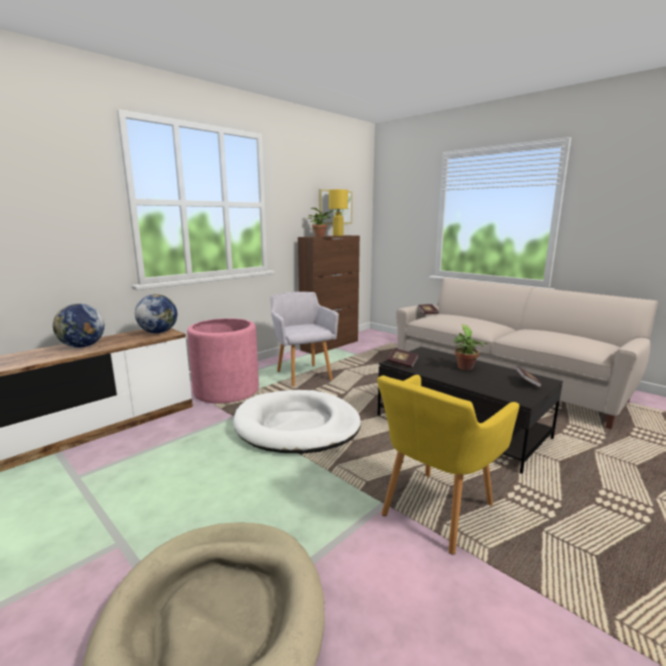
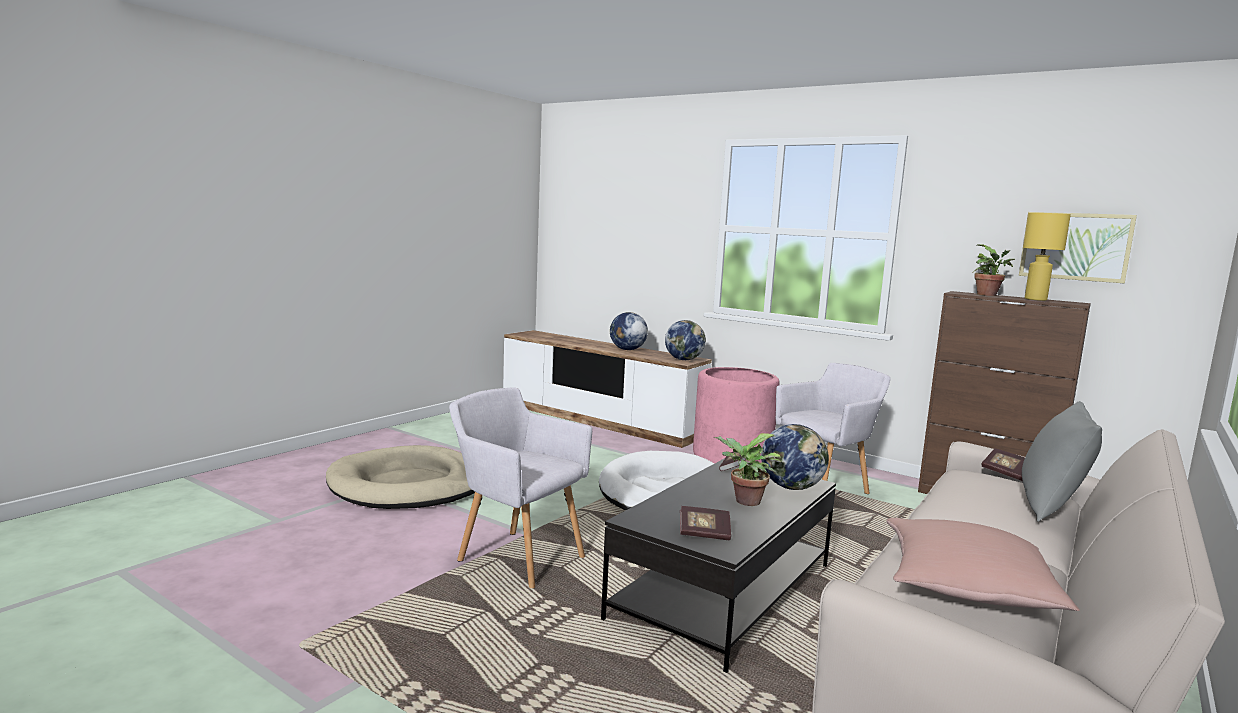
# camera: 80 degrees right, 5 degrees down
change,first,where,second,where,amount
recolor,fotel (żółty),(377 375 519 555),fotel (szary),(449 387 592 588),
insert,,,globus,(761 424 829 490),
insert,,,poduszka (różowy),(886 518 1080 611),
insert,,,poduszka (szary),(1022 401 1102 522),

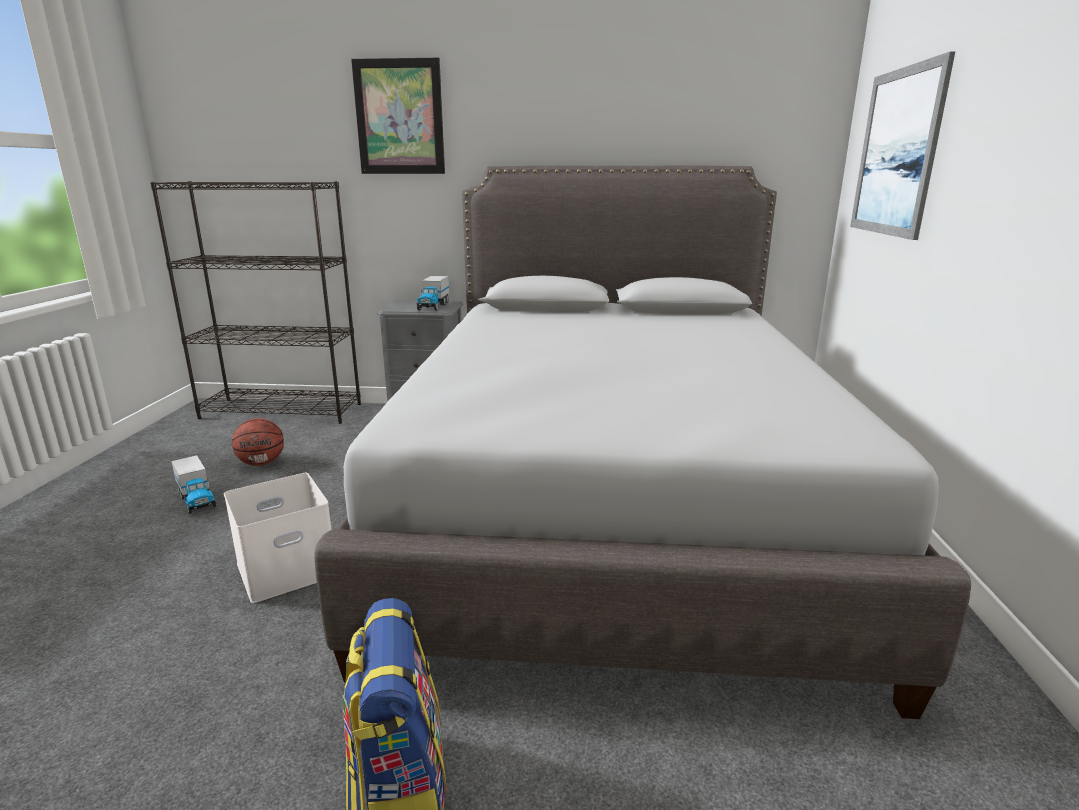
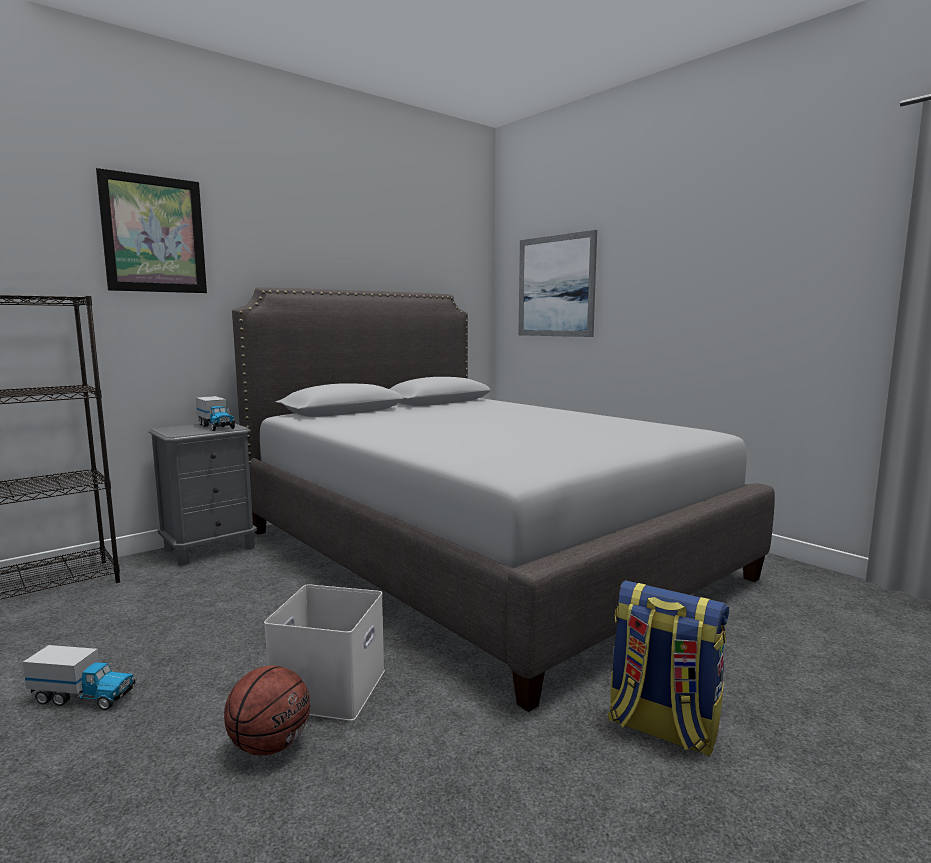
# camera: 45 degrees left, 10 degrees down
change,first,where,second,where,amount
move,piłka do koszykówki,(232 418 284 466),,(224 665 310 755),

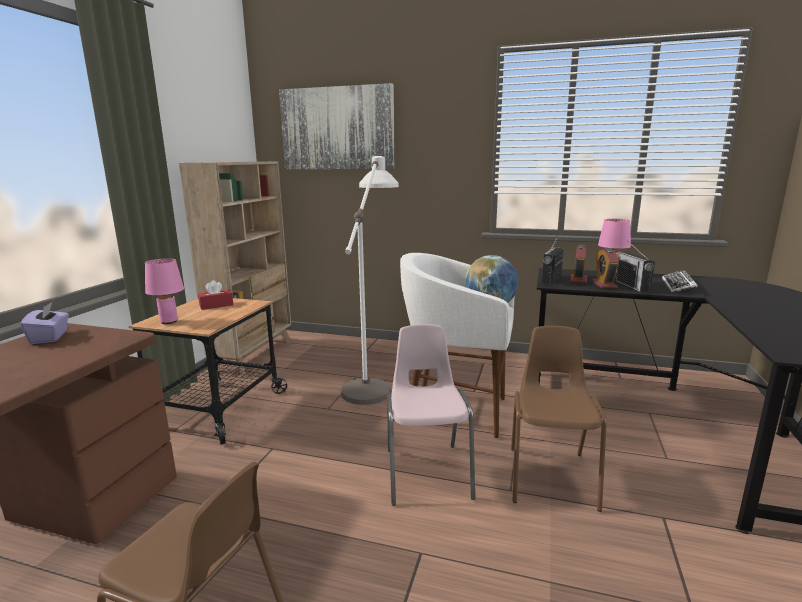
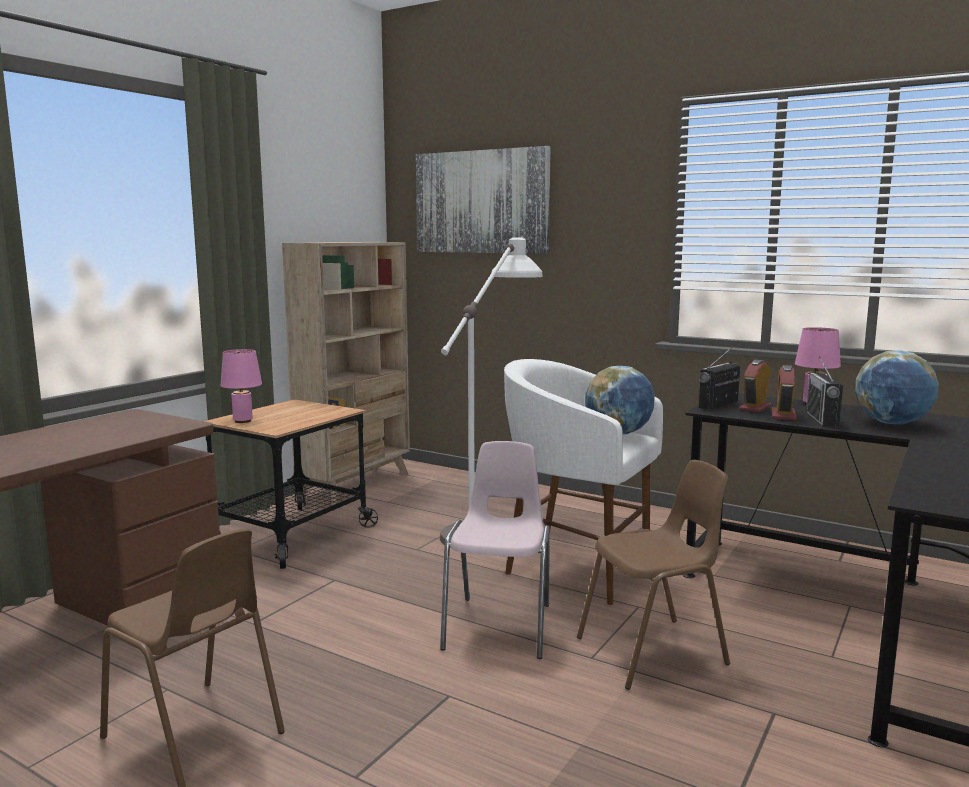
# camera: 15 degrees right, 5 degrees down
change,first,where,second,where,amount
rotate,krzesło (brązowy),(511 326 606 512),,(577 460 730 690),45 degrees clockwise
replace,klawiatura,(662 270 698 293),globus,(855 350 939 425),
delete,pudełko chusteczek (fioletowy),(21 302 69 344),,,
delete,pudełko chusteczek (czerwony),(198 280 233 310),,,

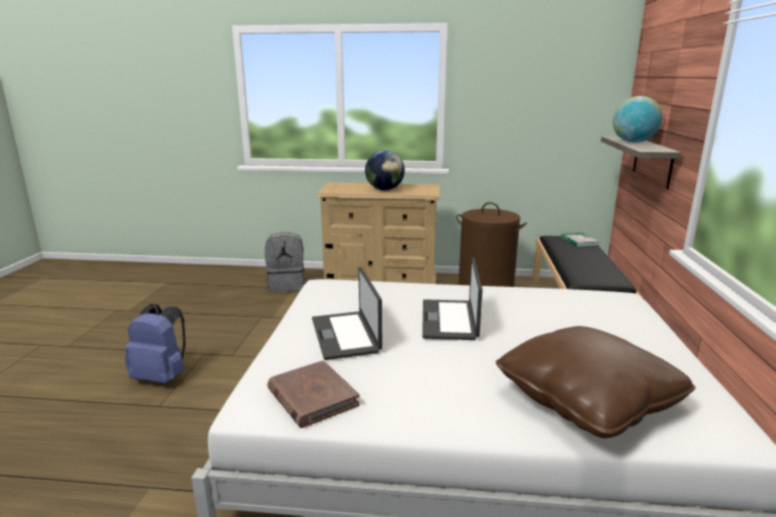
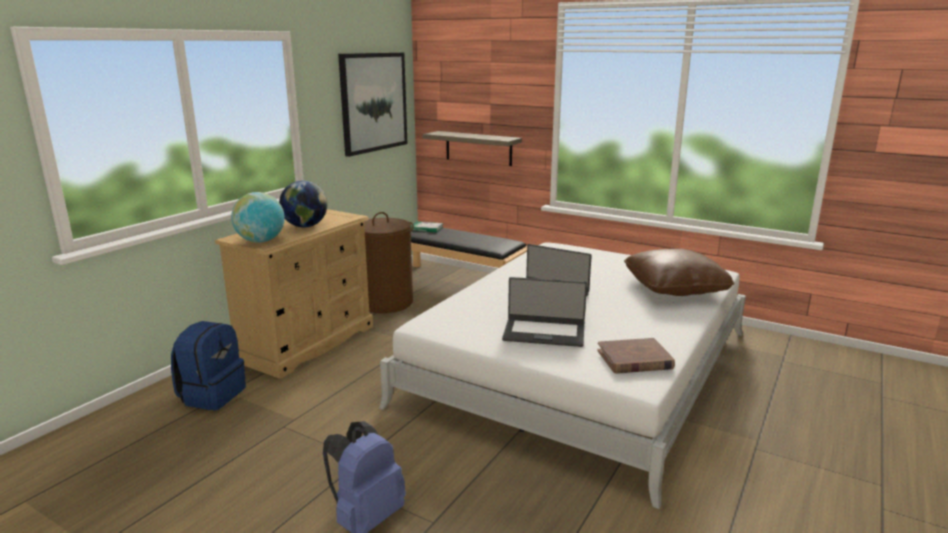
# camera: 65 degrees left, 0 degrees up
change,first,where,second,where,amount
recolor,plecak (szary),(265 232 305 292),plecak (niebieski),(171 321 246 410),
move,globus,(613 96 663 143),,(231 192 285 243),
insert,,,obraz,(338 53 407 157),

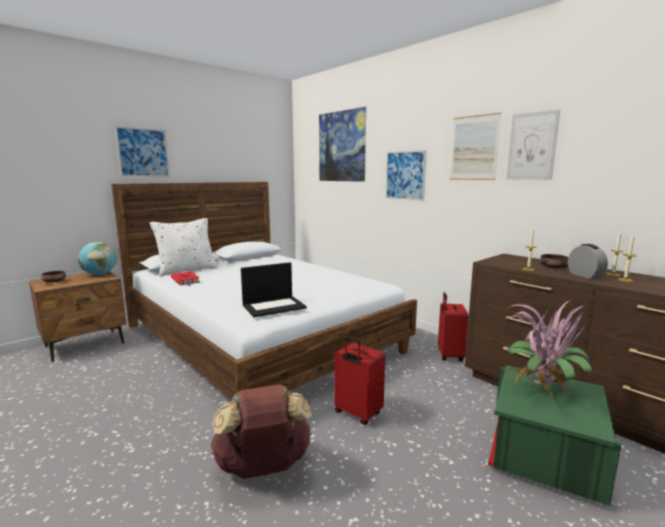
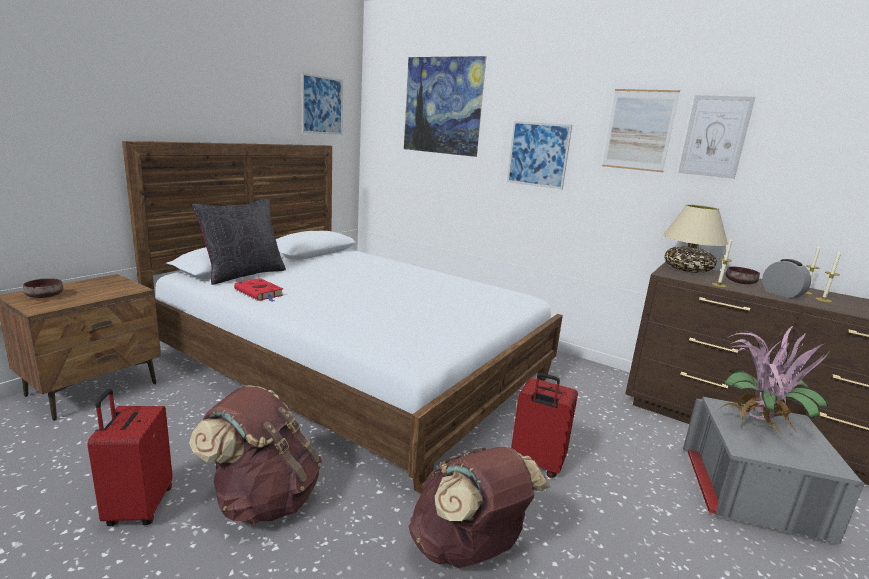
# camera: 15 degrees left, 5 degrees up
change,first,where,second,where,amount
move,walizka (czerwony),(438 292 469 361),,(88 389 173 526),
insert,,,plecak (brązowy),(189 385 322 525),
recolor,poduszka (biały),(150 218 218 276),poduszka (czarny),(192 199 286 285),
move,obraz,(115 126 170 177),,(301 73 343 135),
insert,,,lampa stołowa (beżowy),(663 204 728 273),
recolor,pojemnik do przechowywania (zielony),(488 365 621 506),pojemnik do przechowywania (szary),(683 397 865 543),
delete,globus,(78 242 117 275),,,
delete,laptop,(241 262 307 317),,,

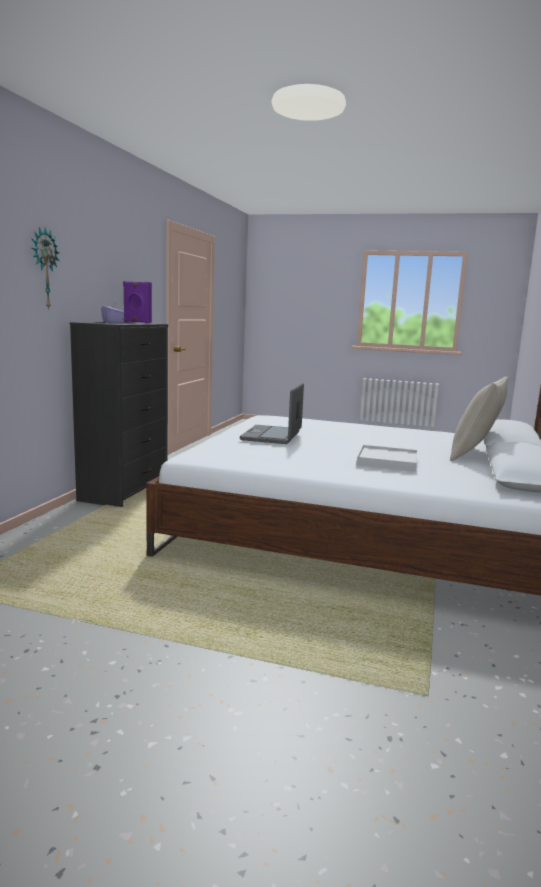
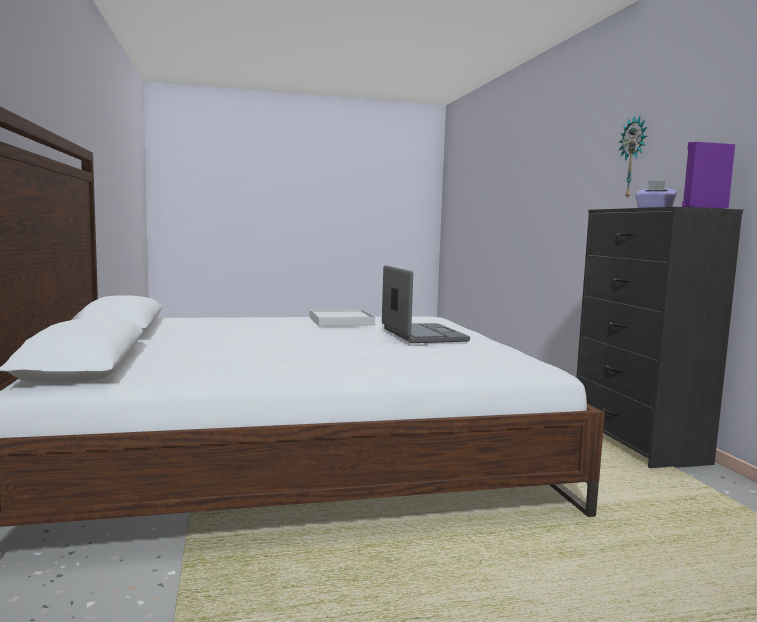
# camera: 150 degrees right, 5 degrees down
change,first,where,second,where,amount
move,taca (biały),(356 445 418 472),,(310 309 375 326),
delete,poduszka (beżowy),(450 376 508 461),,,

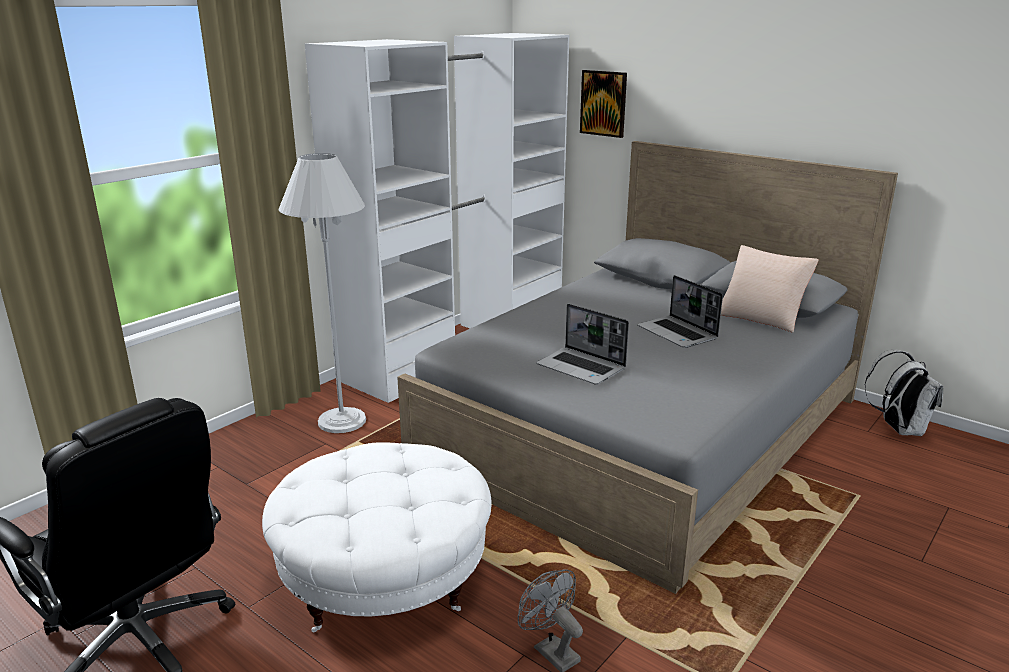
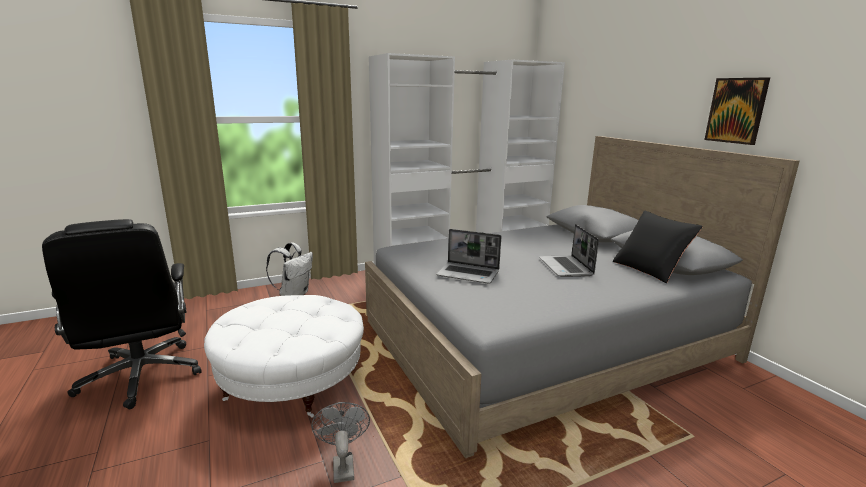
# camera: 25 degrees right, 5 degrees down
change,first,where,second,where,amount
move,plecak (biały),(865 349 943 436),,(266 242 313 296),
rotate,laptop,(536 304 629 385),,(436 229 501 283),45 degrees counterclockwise
recolor,poduszka (beżowy),(721 245 819 333),poduszka (czarny),(613 211 703 283),
move,obraz,(580 70 627 138),,(704 77 770 145),
delete,lampa stojąca (biały),(279 153 366 433),,,

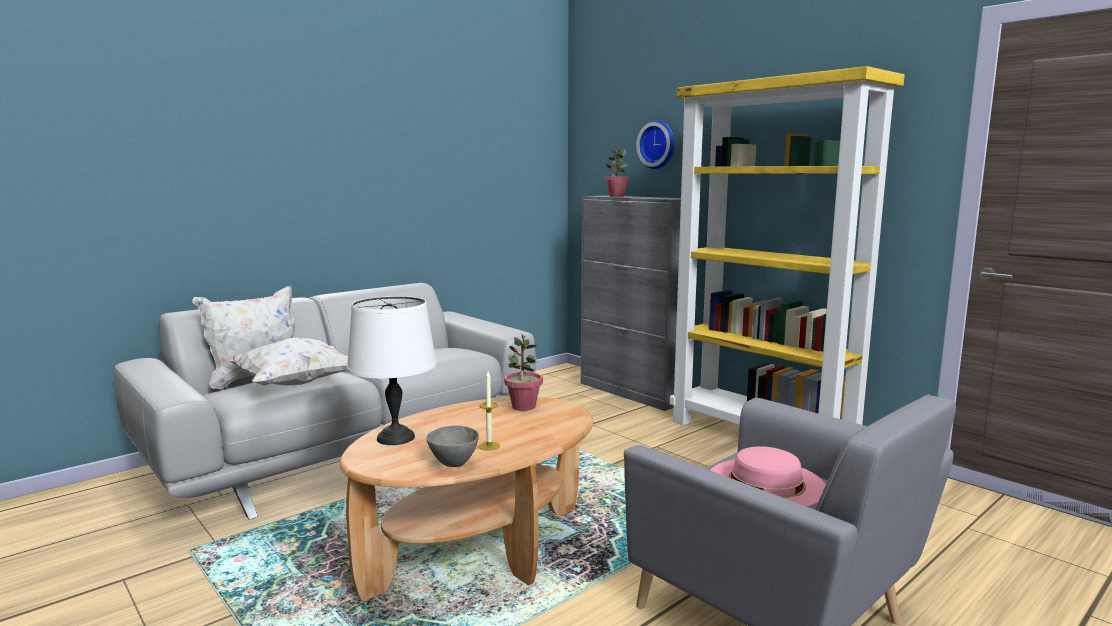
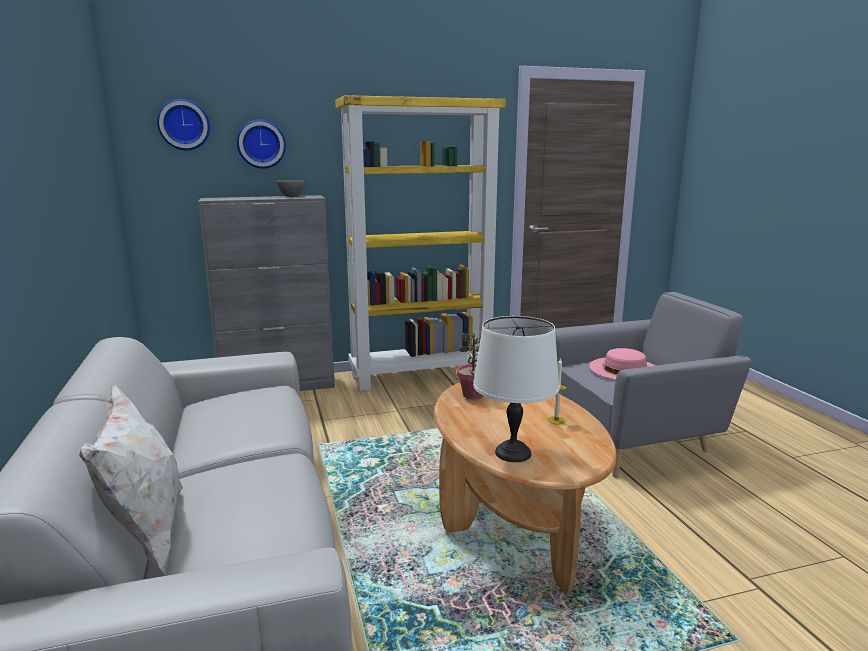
# camera: 65 degrees left, 5 degrees up
change,first,where,second,where,amount
insert,,,zegar ścienny,(157 99 210 150),
move,miska (szary),(426 426 479 467),,(276 180 305 197),
delete,poduszka (biały),(227 338 348 385),,,
delete,roślina doniczkowa,(605 148 629 197),,,

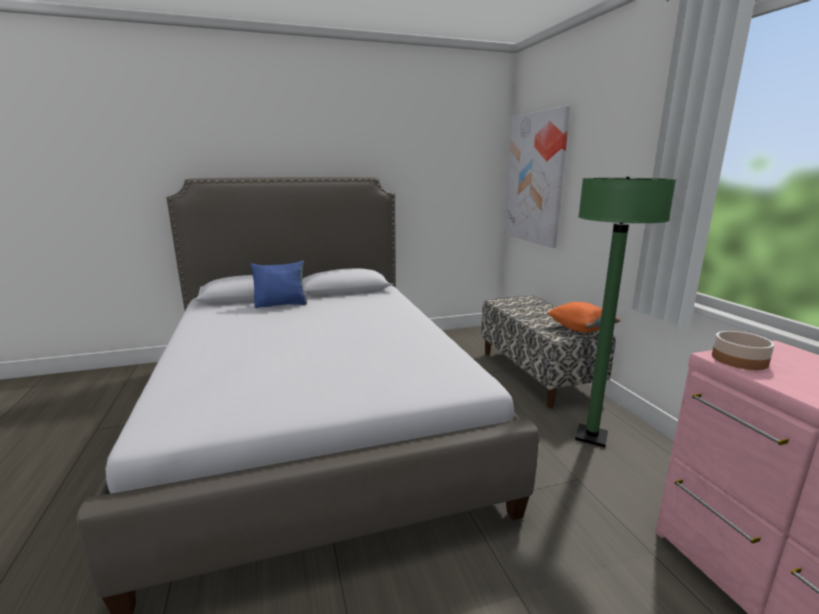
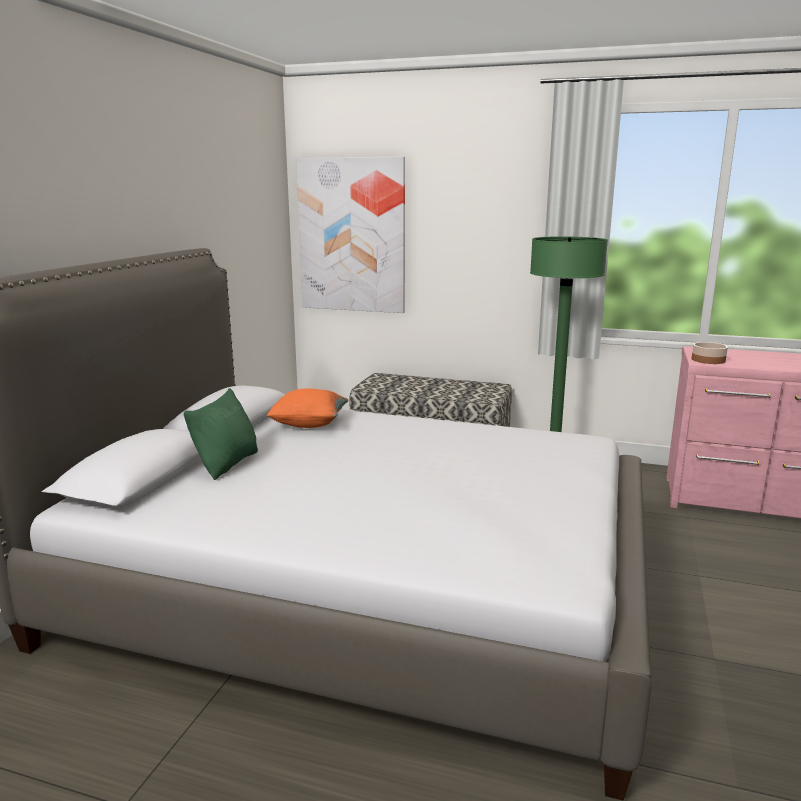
# camera: 55 degrees left, 0 degrees up
change,first,where,second,where,amount
recolor,poduszka (niebieski),(250 260 307 308),poduszka (zielony),(184 388 258 480),
move,poduszka (pomarańczowy),(547 302 621 333),,(266 388 349 428),

